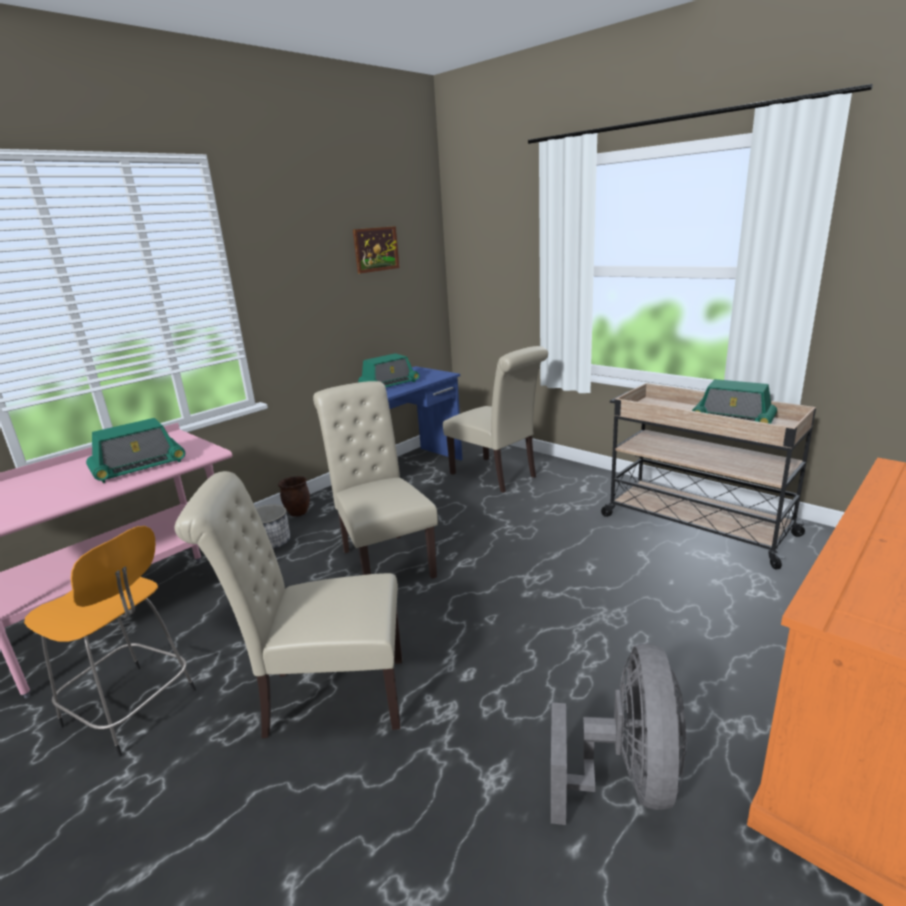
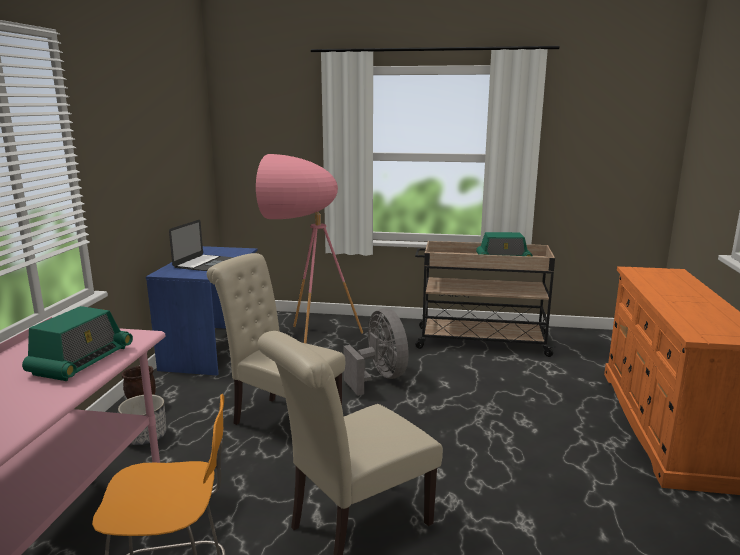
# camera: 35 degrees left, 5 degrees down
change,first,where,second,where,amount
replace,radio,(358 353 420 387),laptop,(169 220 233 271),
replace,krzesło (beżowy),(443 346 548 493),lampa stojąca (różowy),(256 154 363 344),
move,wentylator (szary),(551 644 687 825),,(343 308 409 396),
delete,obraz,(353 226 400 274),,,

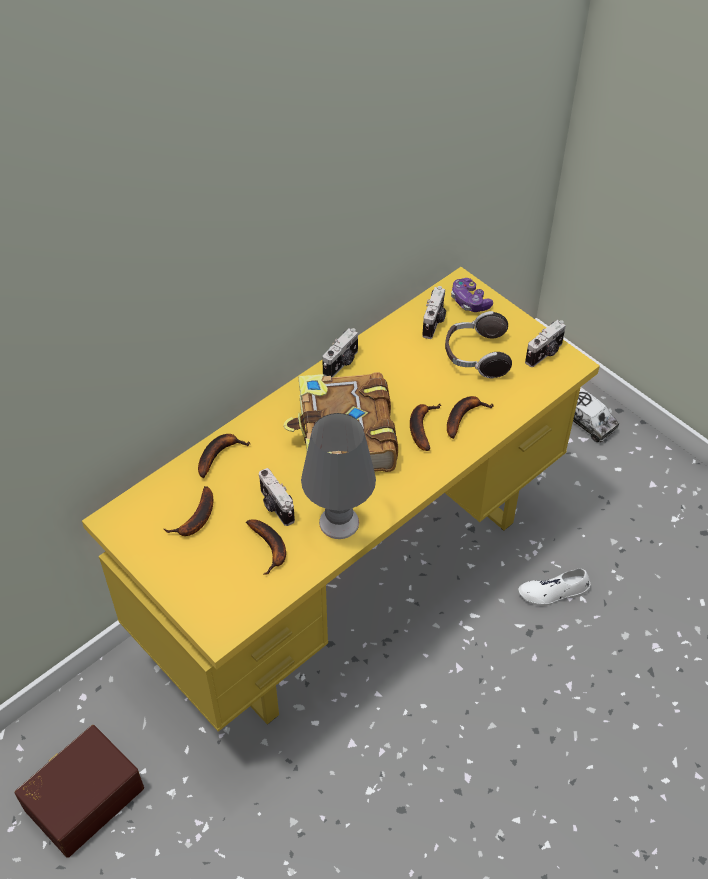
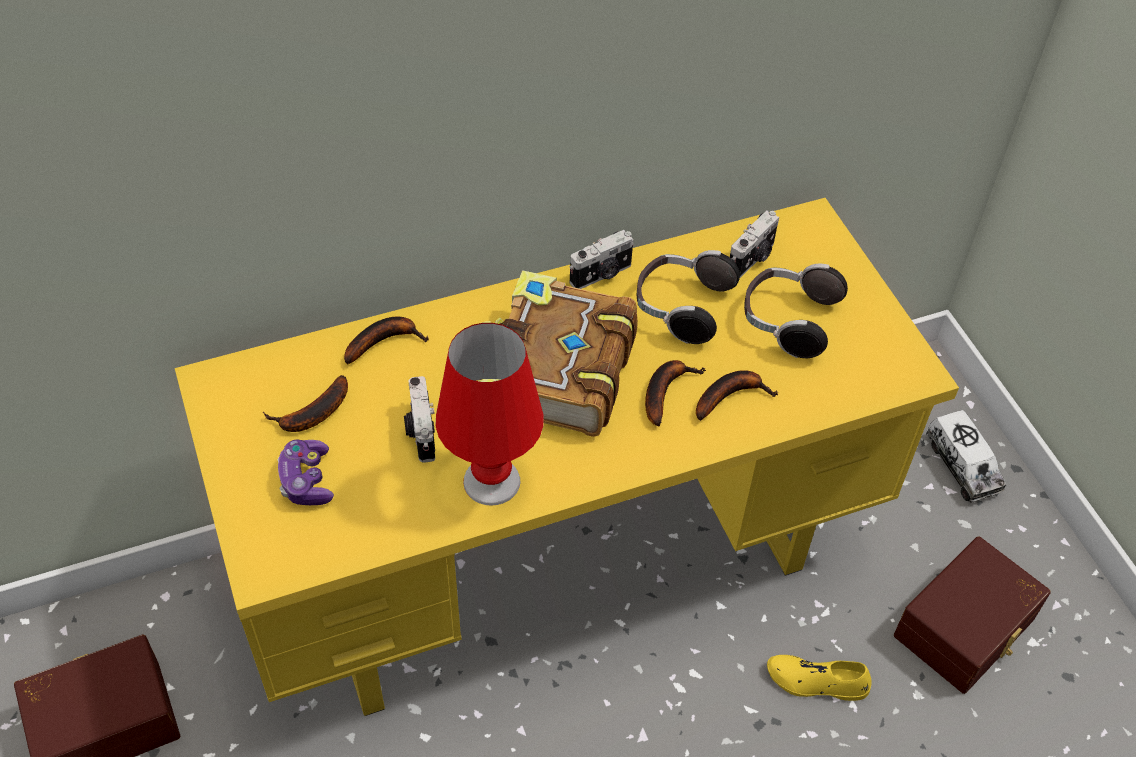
# camera: 20 degrees right, 0 degrees up
change,first,where,second,where,amount
move,pad do gier,(451 278 493 312),,(278 440 334 505),
recolor,lampa stołowa (szary),(301 413 376 539),lampa stołowa (czerwony),(436 323 544 506),
insert,,,słuchawki,(637 250 740 344),
recolor,but (biały),(519 569 590 606),but (żółty),(767 655 871 701),
insert,,,pojemnik do przechowywania (brązowy),(894 536 1051 694),
delete,banan,(246 520 286 575),,,
delete,aparat fotograficzny,(525 320 566 367),,,

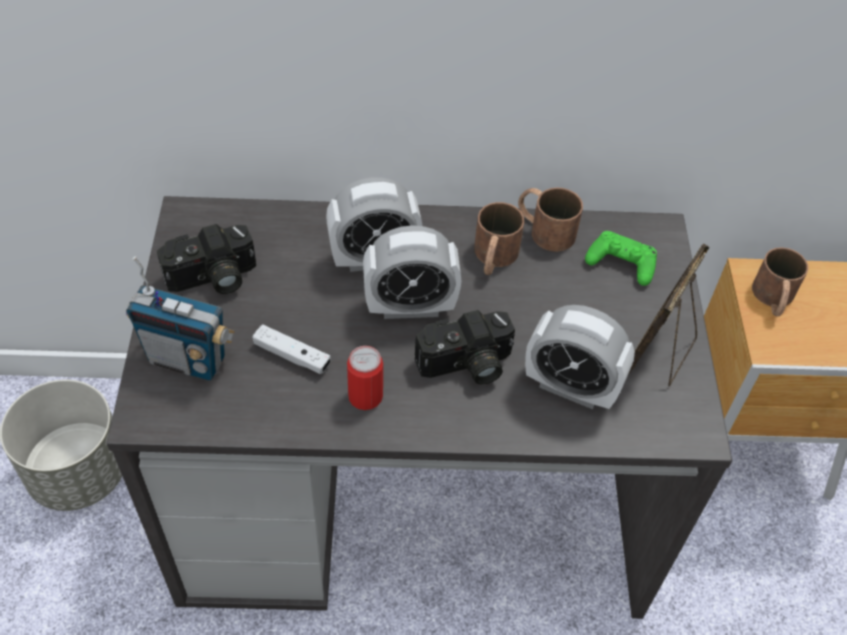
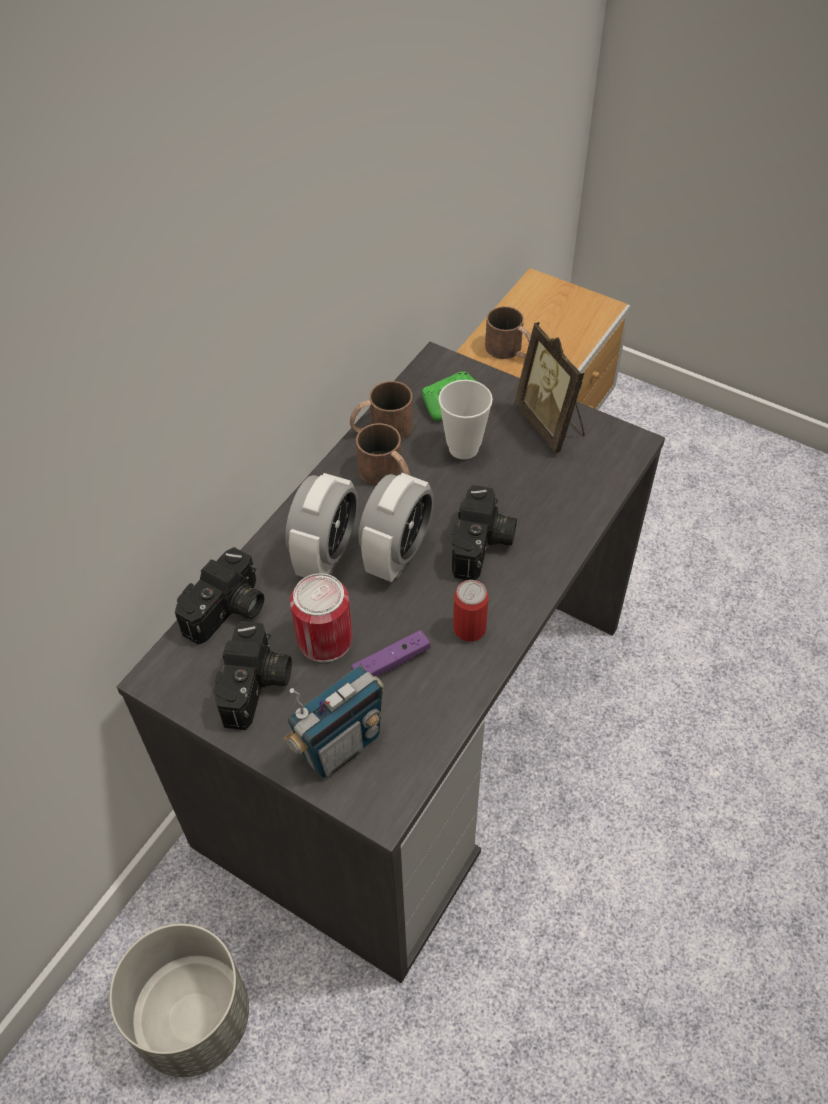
# camera: 55 degrees left, 0 degrees up
change,first,where,second,where,amount
insert,,,aparat fotograficzny,(175 547 264 645),
insert,,,puszka,(290 573 353 663),
recolor,pad do gier (biały),(252 324 331 374),pad do gier (fioletowy),(351 630 430 676),
insert,,,filiżanka,(438 380 493 459),
delete,budzik,(525 305 635 409),,,

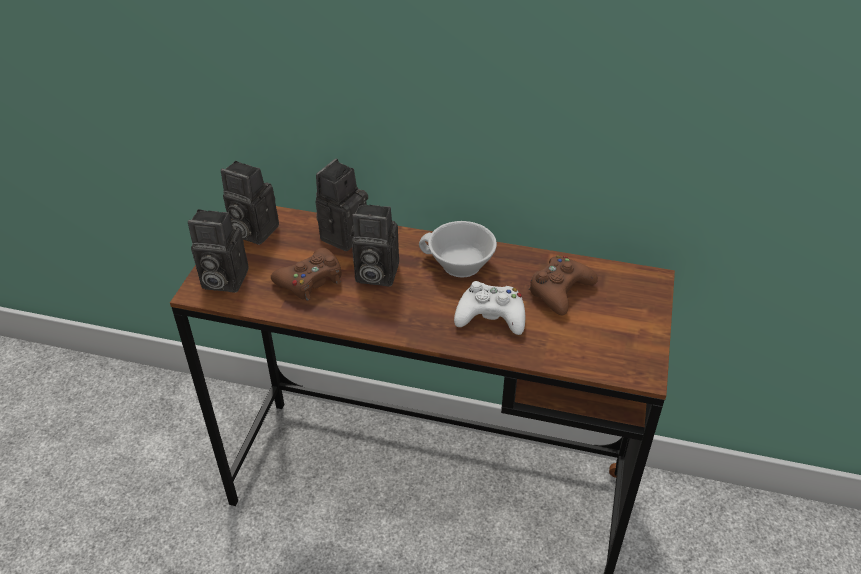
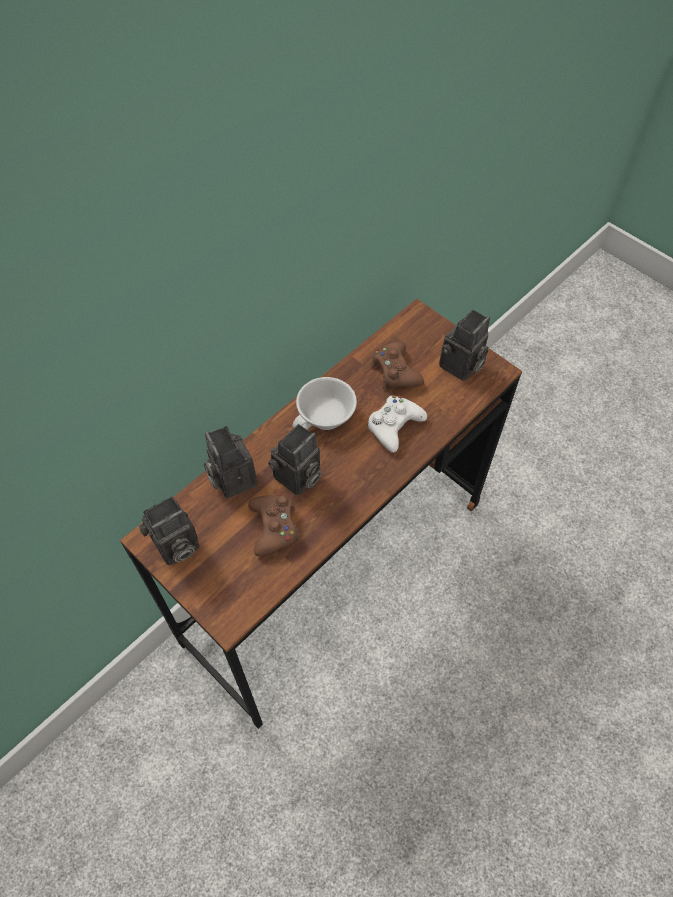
# camera: 60 degrees left, 15 degrees up
change,first,where,second,where,amount
move,aparat fotograficzny,(188 209 249 293),,(439 310 490 381),

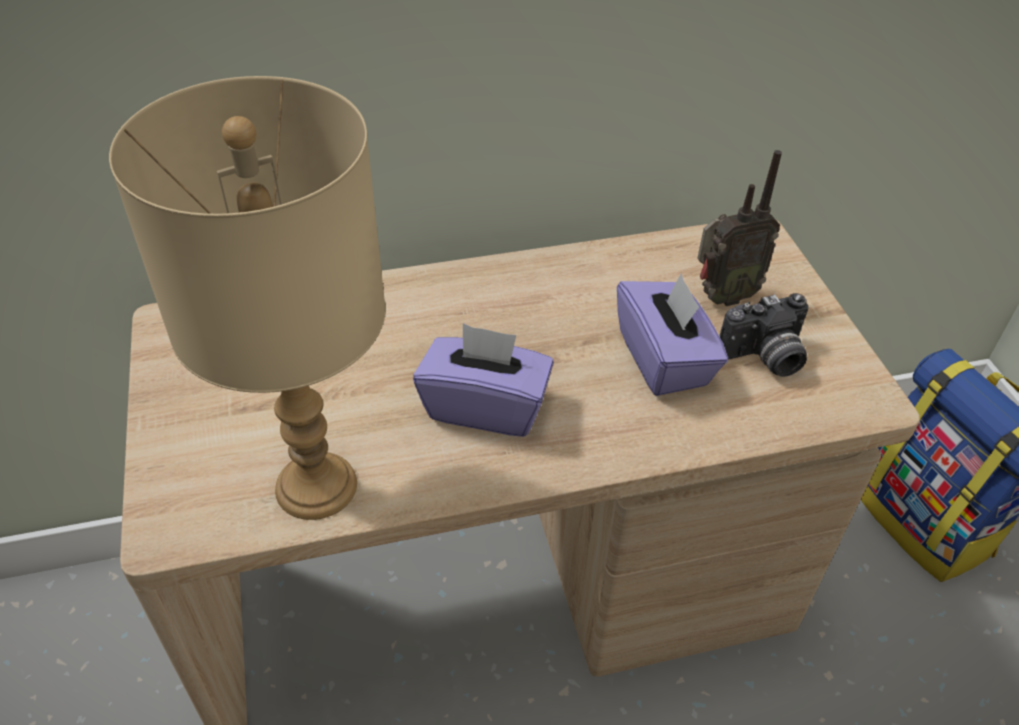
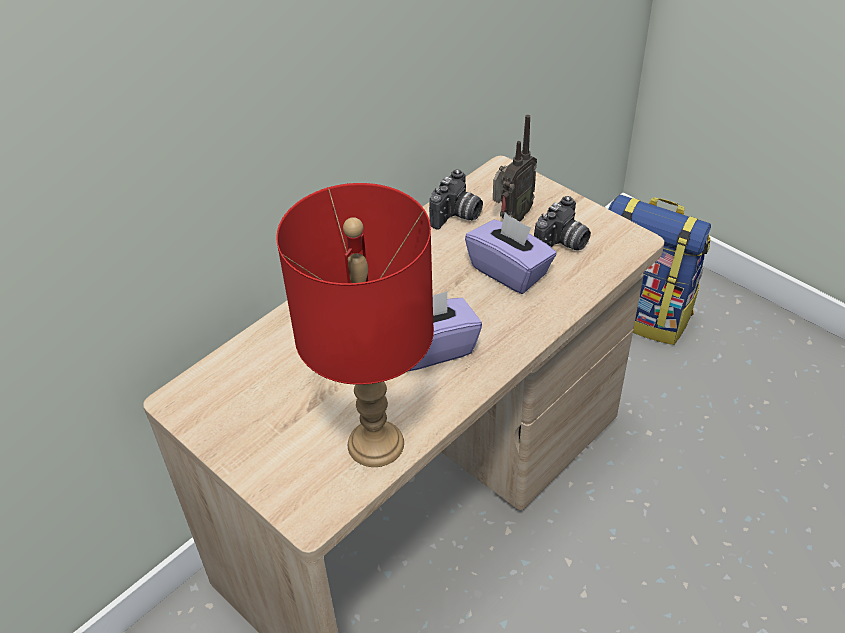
# camera: 30 degrees left, 0 degrees up
change,first,where,second,where,amount
recolor,lampa stołowa (beżowy),(109 76 385 520),lampa stołowa (czerwony),(276 183 434 467),
insert,,,aparat fotograficzny,(429 169 483 229),

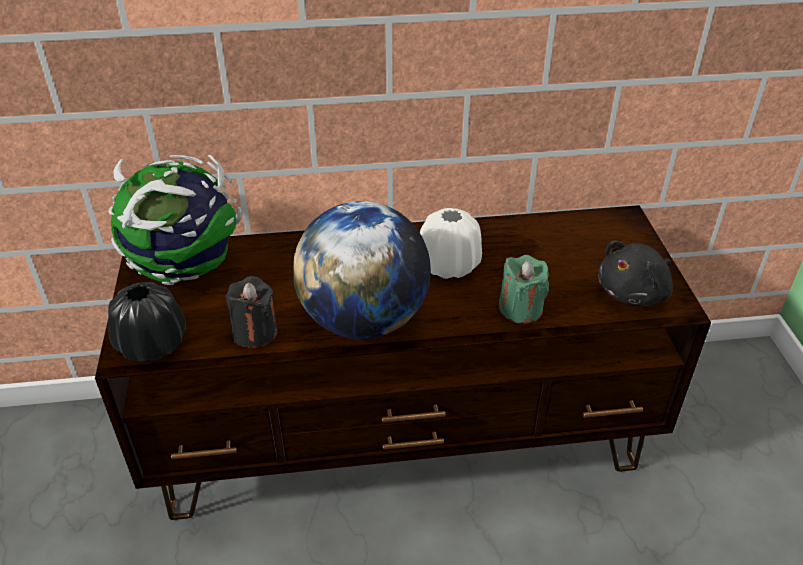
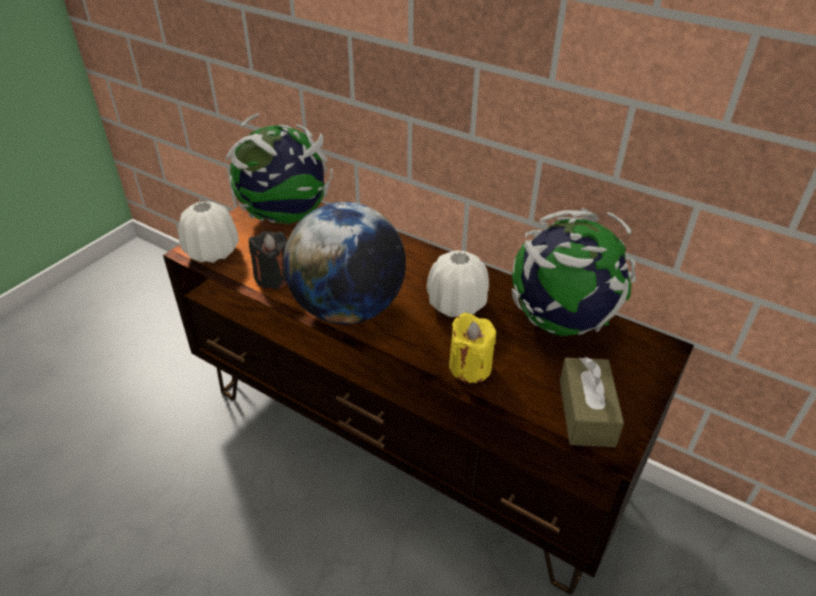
# camera: 40 degrees right, 0 degrees up
change,first,where,second,where,amount
recolor,wazon (czarny),(108 282 186 362),wazon (biały),(178 201 239 263),
recolor,świeca (zielony),(499 255 549 324),świeca (żółty),(449 313 496 383),
insert,,,globus,(512 208 636 336),
replace,pluszak (czarny),(598 240 673 306),pudełko chusteczek (brązowy),(560 357 624 447),

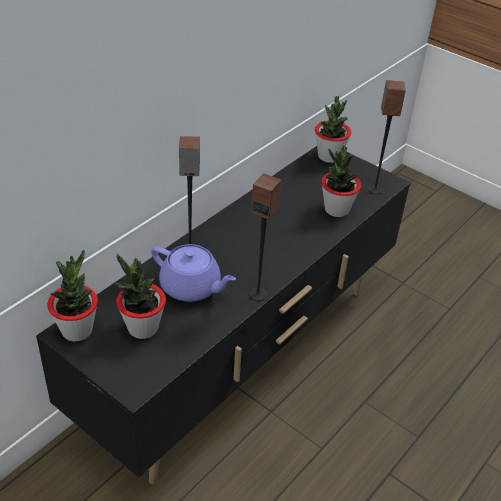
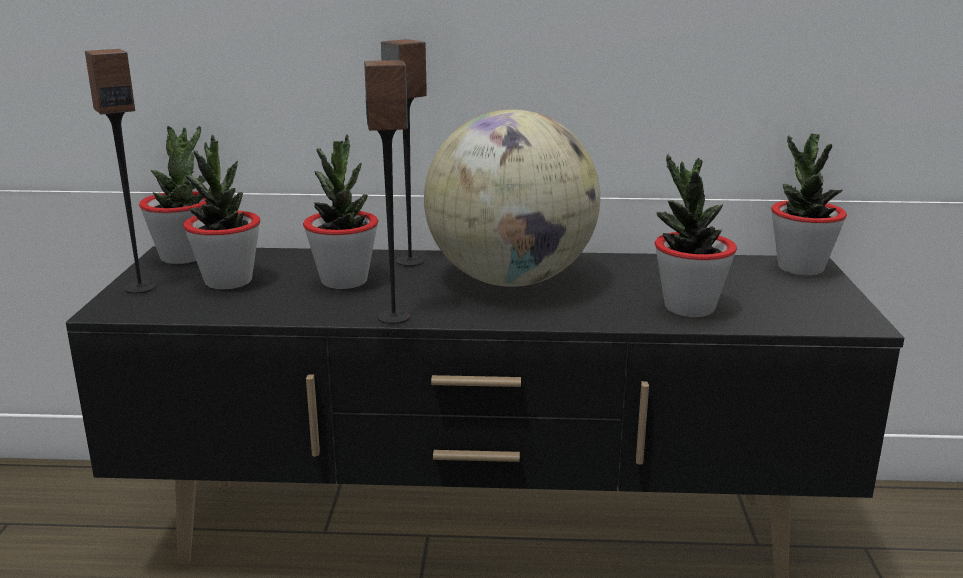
# camera: 55 degrees right, 20 degrees down
change,first,where,second,where,amount
move,głośnik,(368 80 406 194),,(85 49 156 294),
replace,imbryk (fioletowy),(151 244 236 302),roślina doniczkowa,(303 134 378 289),
insert,,,globus,(424 109 600 287),

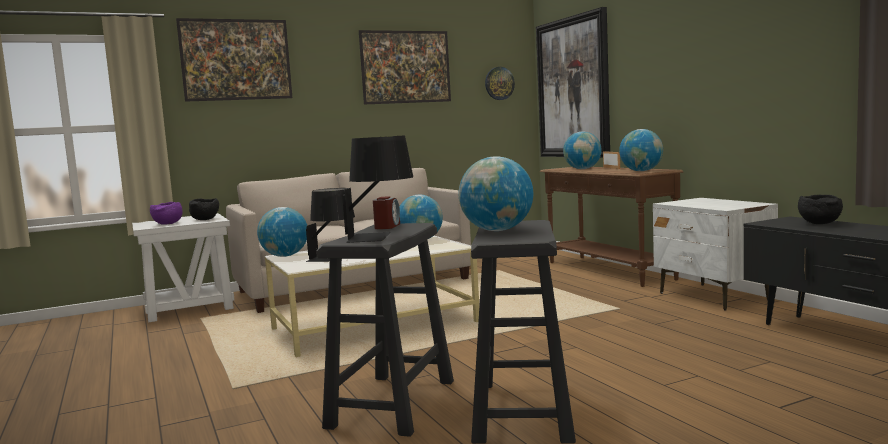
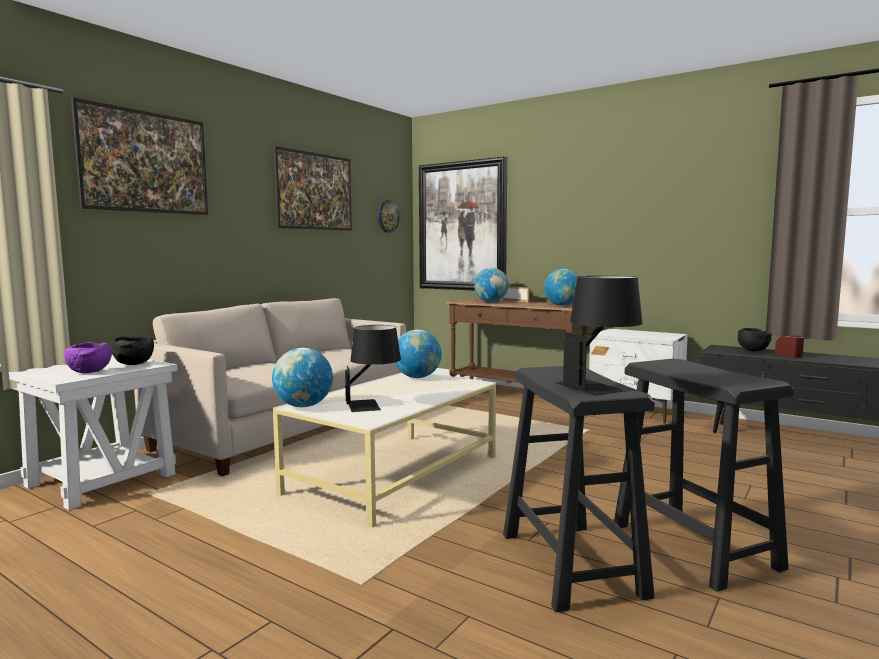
# camera: 30 degrees left, 0 degrees up
change,first,where,second,where,amount
move,budzik,(373 196 400 229),,(775 335 804 358),
delete,globus,(459 156 533 231),,,

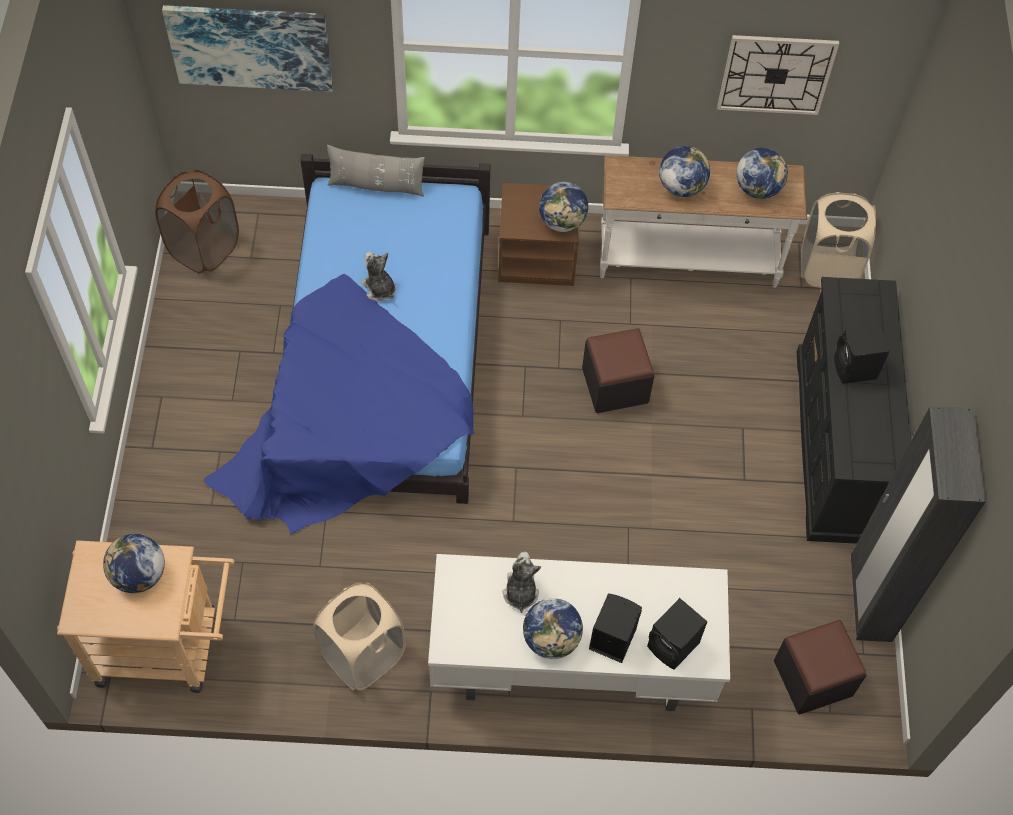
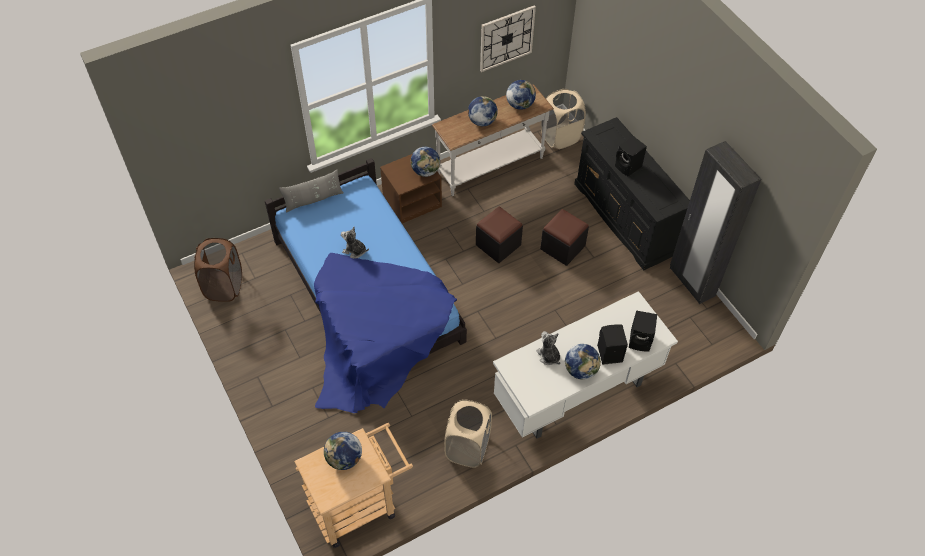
# camera: 30 degrees left, 5 degrees down
change,first,where,second,where,amount
move,pufa (czarny),(774 620 866 715),,(540 209 589 266),
delete,obraz,(162 5 333 92),,,

